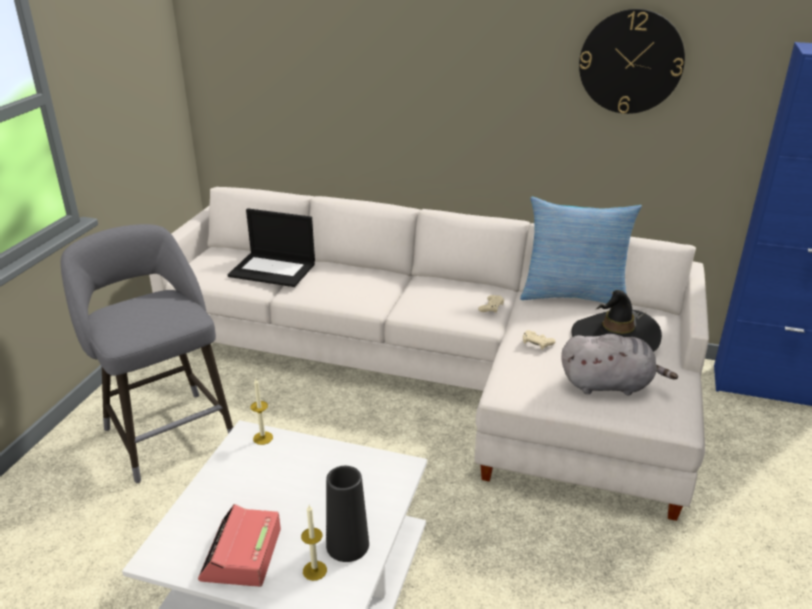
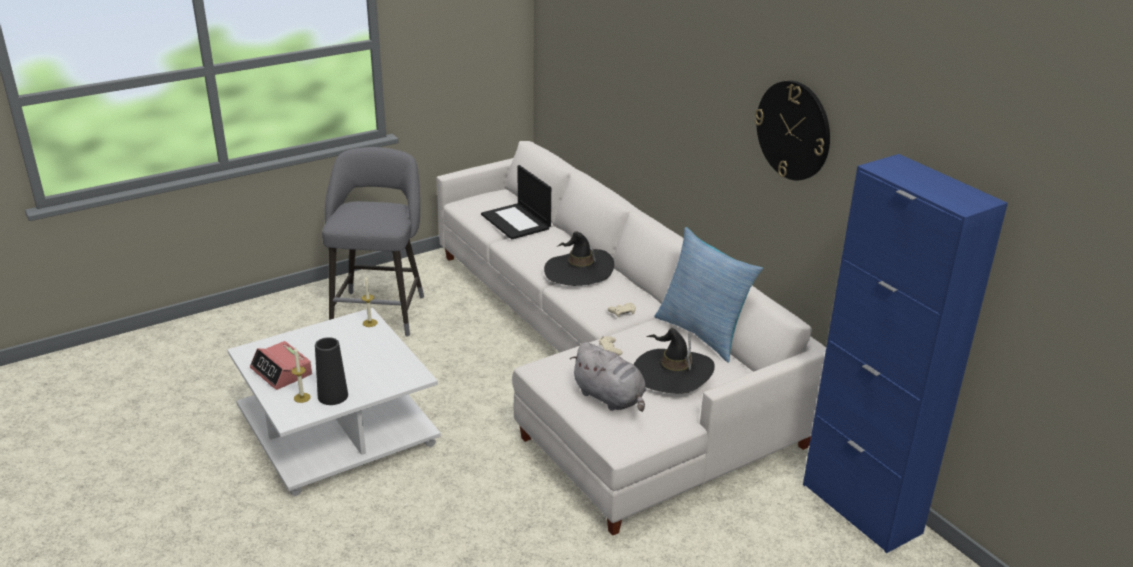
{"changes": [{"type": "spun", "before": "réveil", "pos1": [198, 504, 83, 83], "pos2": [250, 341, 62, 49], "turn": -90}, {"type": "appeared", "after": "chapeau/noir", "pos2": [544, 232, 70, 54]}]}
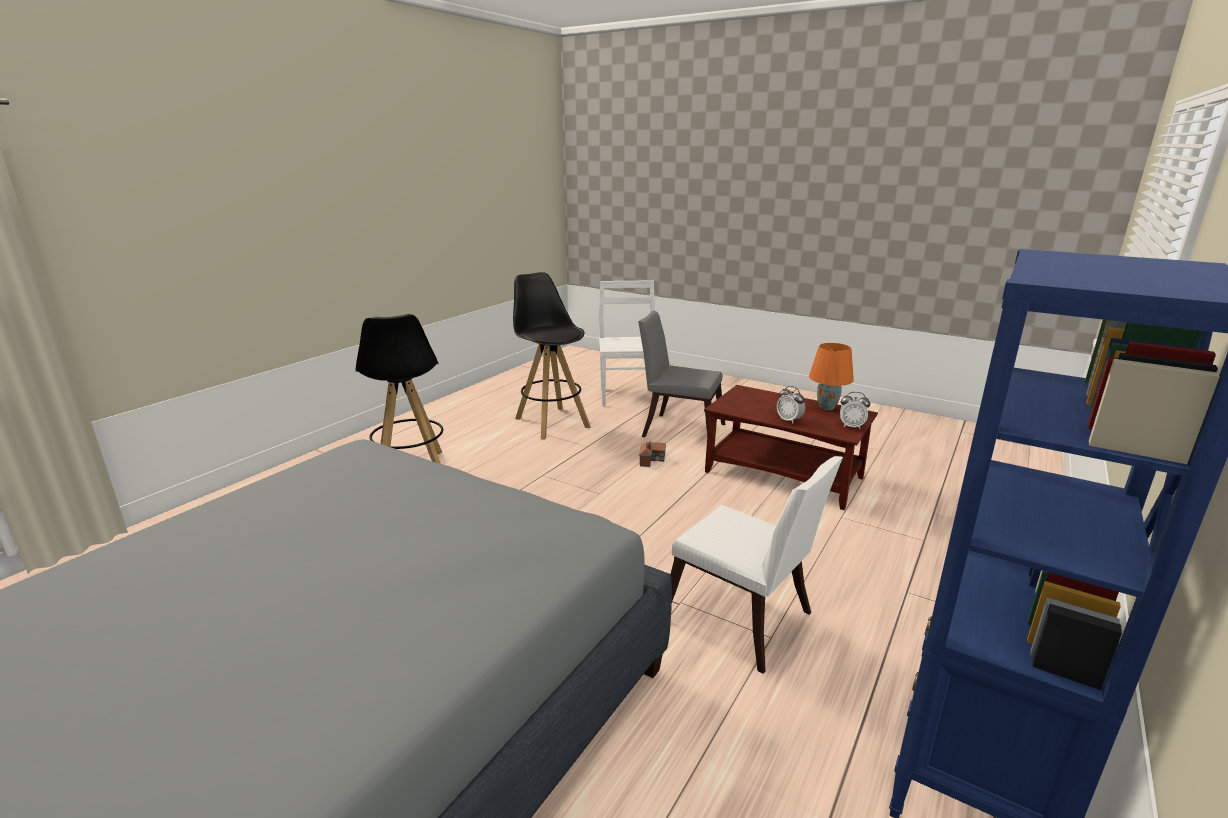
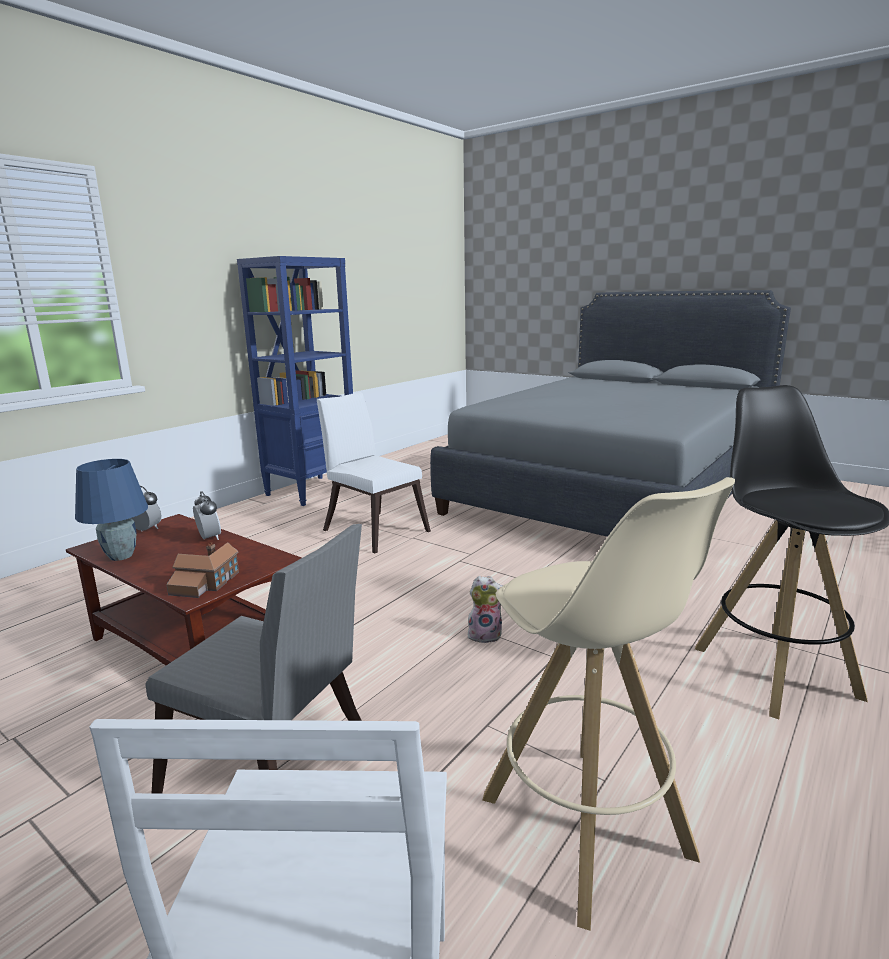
{"changes": [{"type": "colour", "before": "lampe de table/orange", "after": "lampe de table/bleu", "pos1": [809, 343, 45, 67], "pos2": [75, 459, 73, 102]}, {"type": "relocated", "before": "maison miniature", "pos1": [639, 441, 27, 26], "pos2": [166, 542, 73, 56]}, {"type": "appeared", "after": "peluche", "pos2": [468, 576, 35, 67]}, {"type": "colour", "before": "tabouret/noir", "after": "tabouret/beige", "pos1": [513, 272, 78, 168], "pos2": [482, 477, 253, 454]}]}
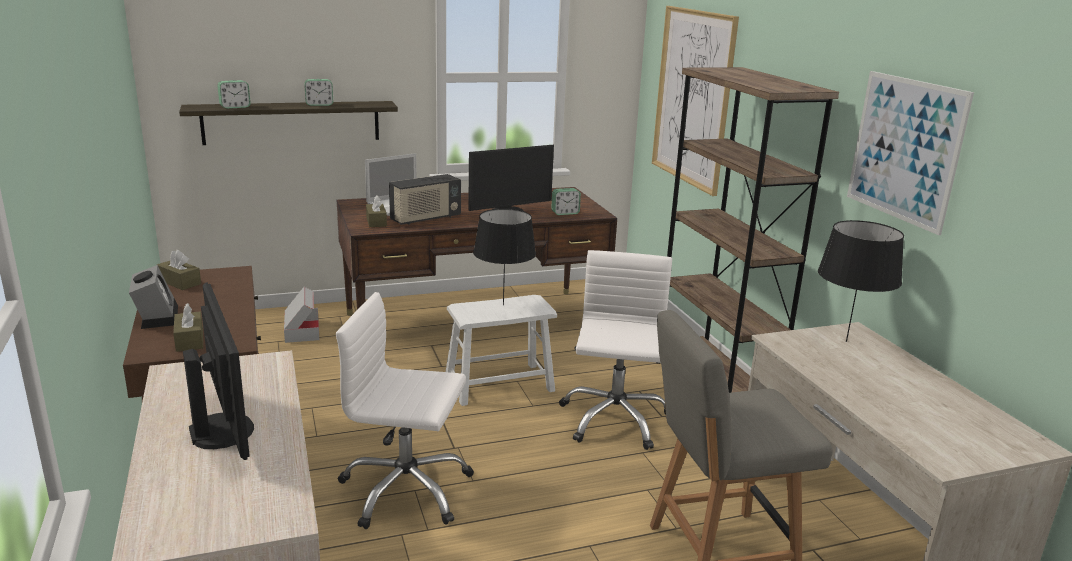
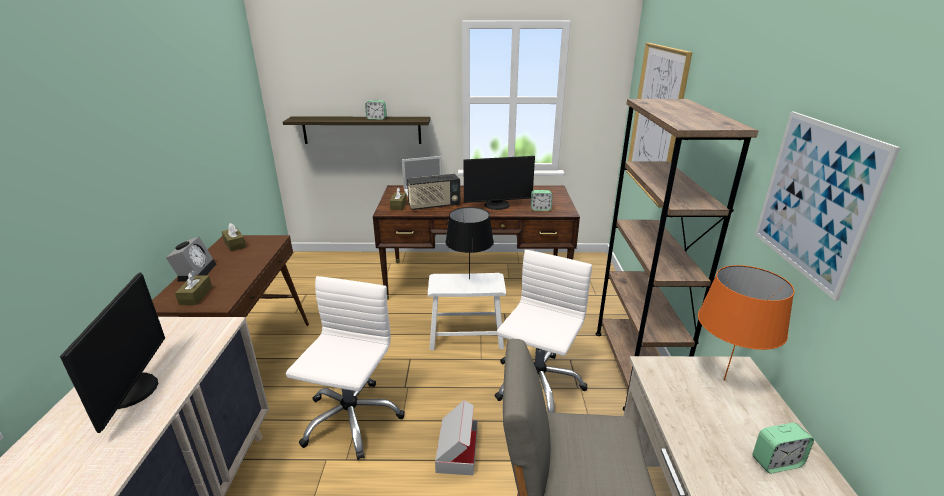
{"changes": [{"type": "spun", "before": "chaise de bureau/blanc", "pos1": [336, 292, 138, 237], "pos2": [286, 276, 119, 184], "turn": 75}, {"type": "relocated", "before": "carton", "pos1": [284, 287, 35, 56], "pos2": [435, 400, 42, 76]}, {"type": "colour", "before": "lampe de table/noir", "after": "lampe de table/orange", "pos1": [818, 220, 86, 122], "pos2": [698, 265, 96, 116]}, {"type": "relocated", "before": "réveil", "pos1": [217, 80, 34, 29], "pos2": [752, 423, 62, 50]}]}
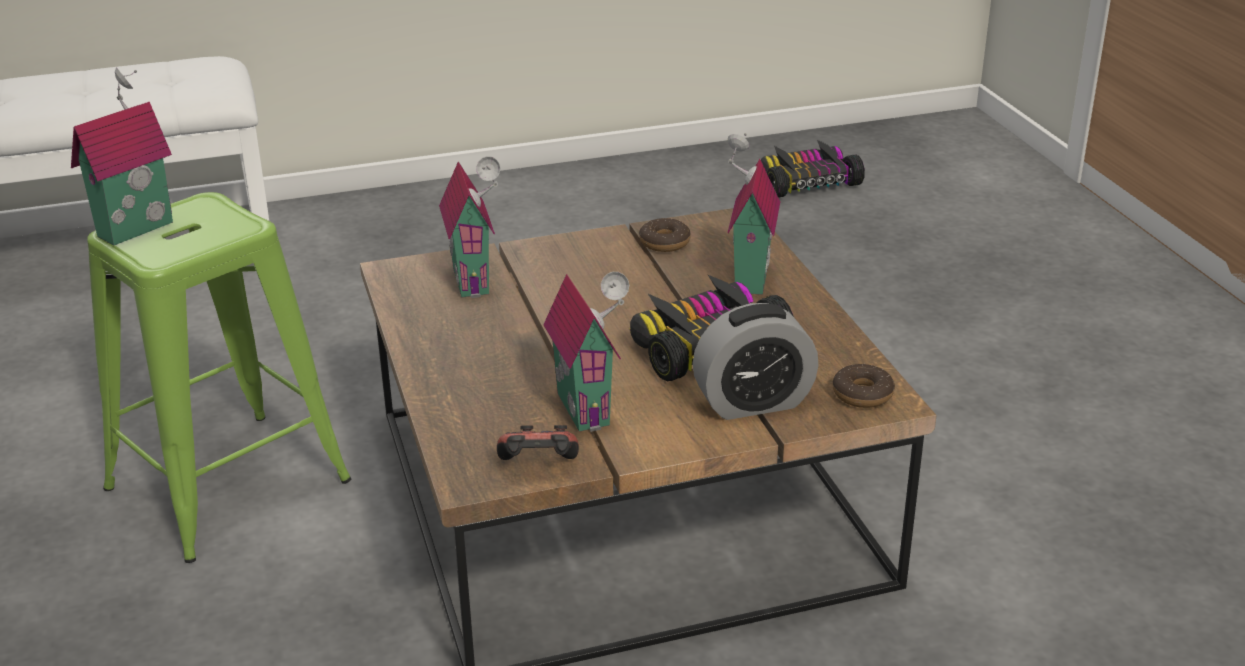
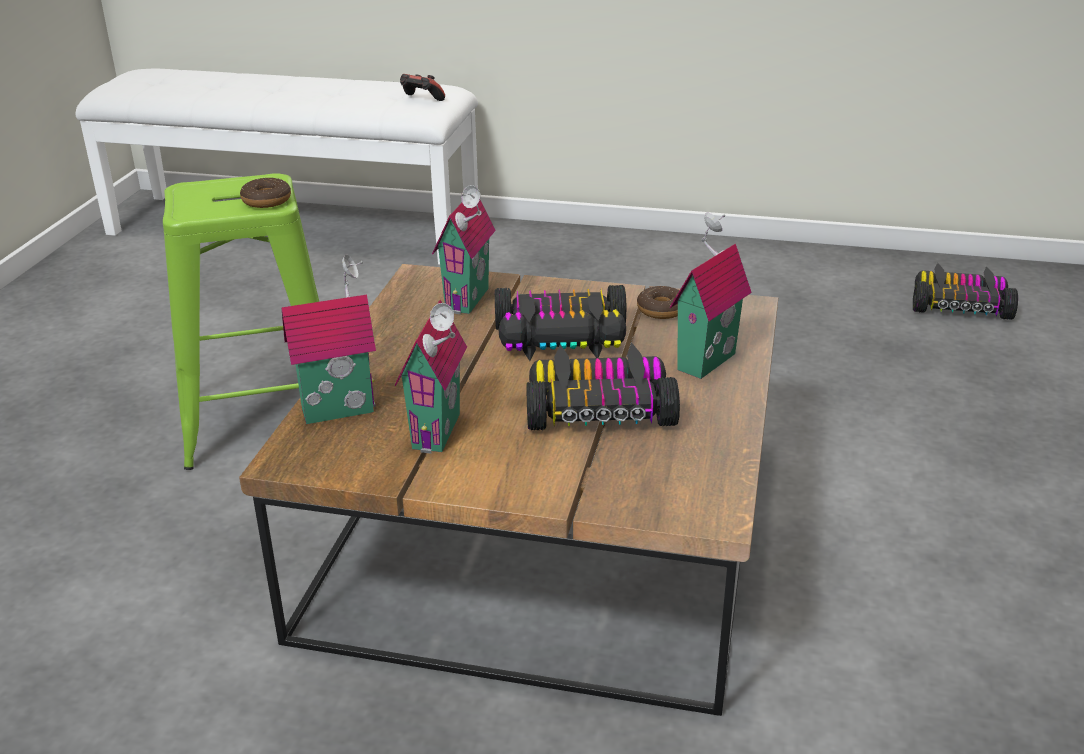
{"changes": [{"type": "relocated", "before": "beignet", "pos1": [833, 364, 62, 44], "pos2": [240, 177, 51, 31]}, {"type": "relocated", "before": "maison miniature", "pos1": [71, 68, 102, 178], "pos2": [281, 255, 95, 169]}, {"type": "relocated", "before": "manette", "pos1": [497, 425, 82, 35], "pos2": [400, 74, 45, 27]}, {"type": "appeared", "after": "petite voiture", "pos2": [495, 285, 132, 76]}, {"type": "missing", "before": "réveil", "pos1": [693, 303, 126, 117]}]}
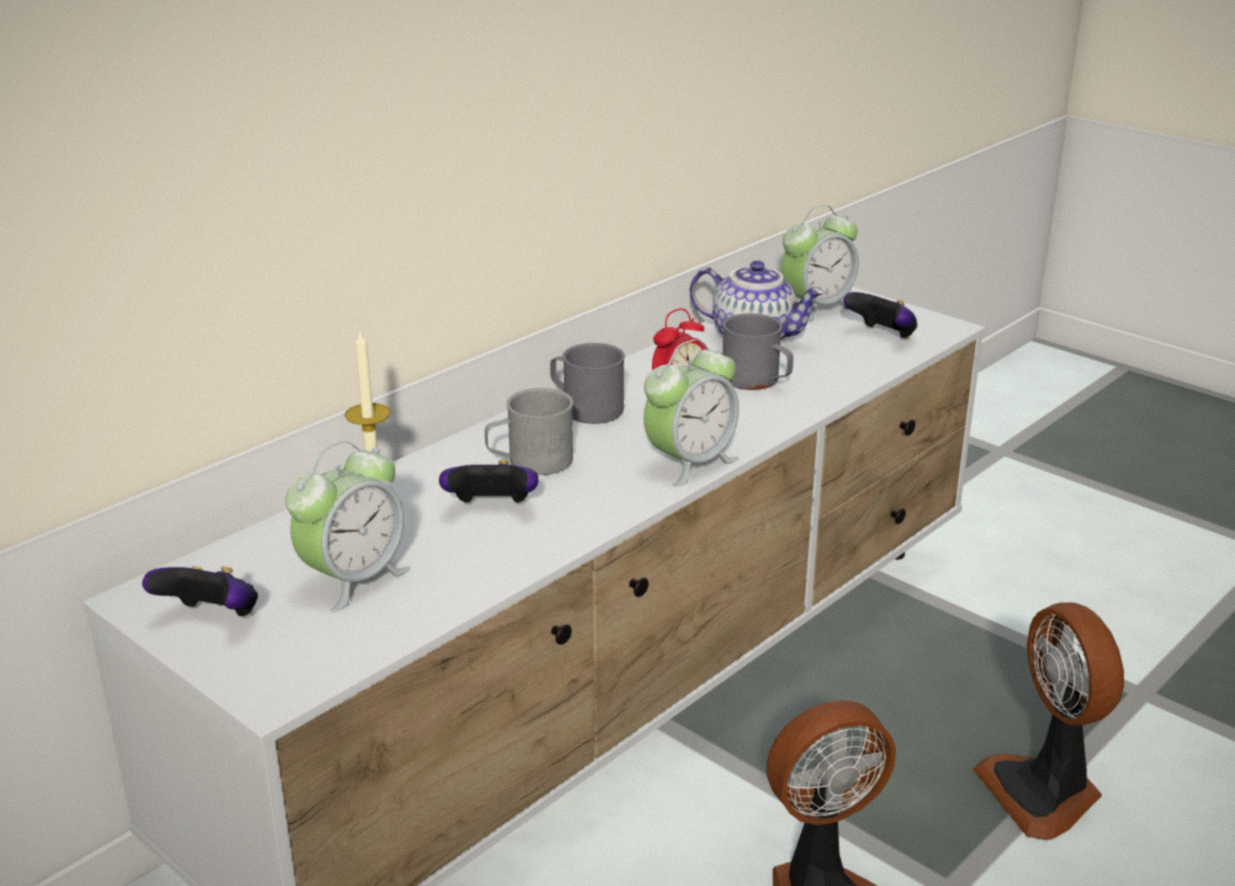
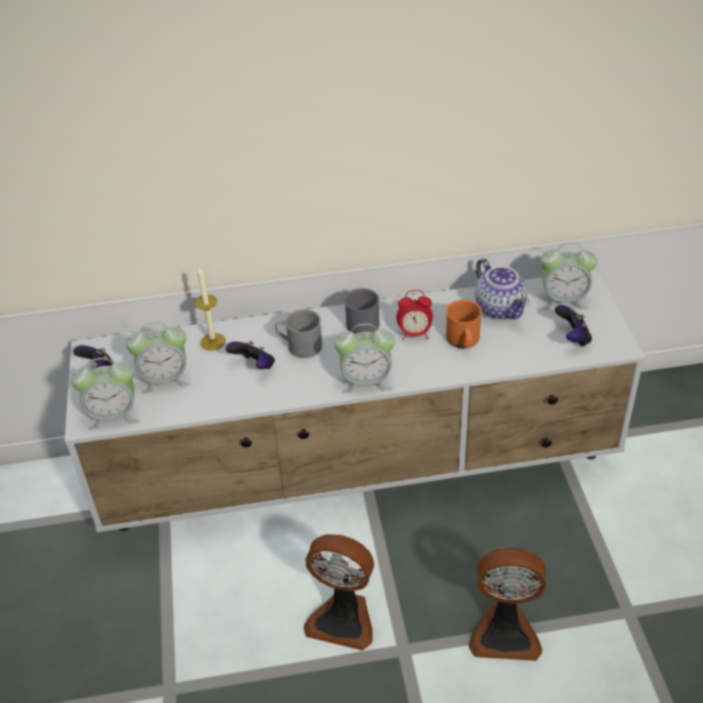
{"changes": [{"type": "appeared", "after": "réveil", "pos2": [71, 358, 68, 72]}, {"type": "colour", "before": "mug/gris", "after": "mug/orange", "pos1": [723, 313, 70, 77], "pos2": [446, 300, 36, 48]}, {"type": "spun", "before": "ventilateur", "pos1": [973, 602, 151, 238], "pos2": [469, 548, 77, 113], "turn": -105}]}
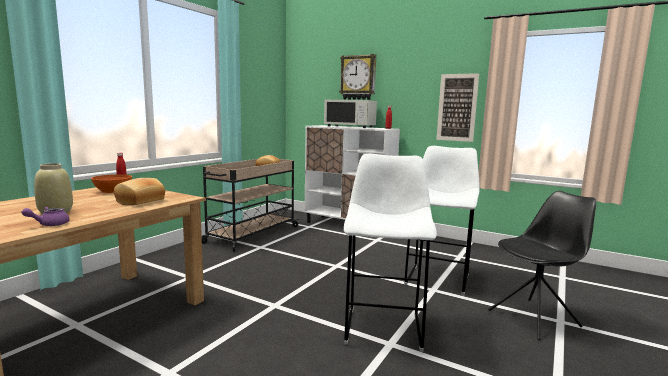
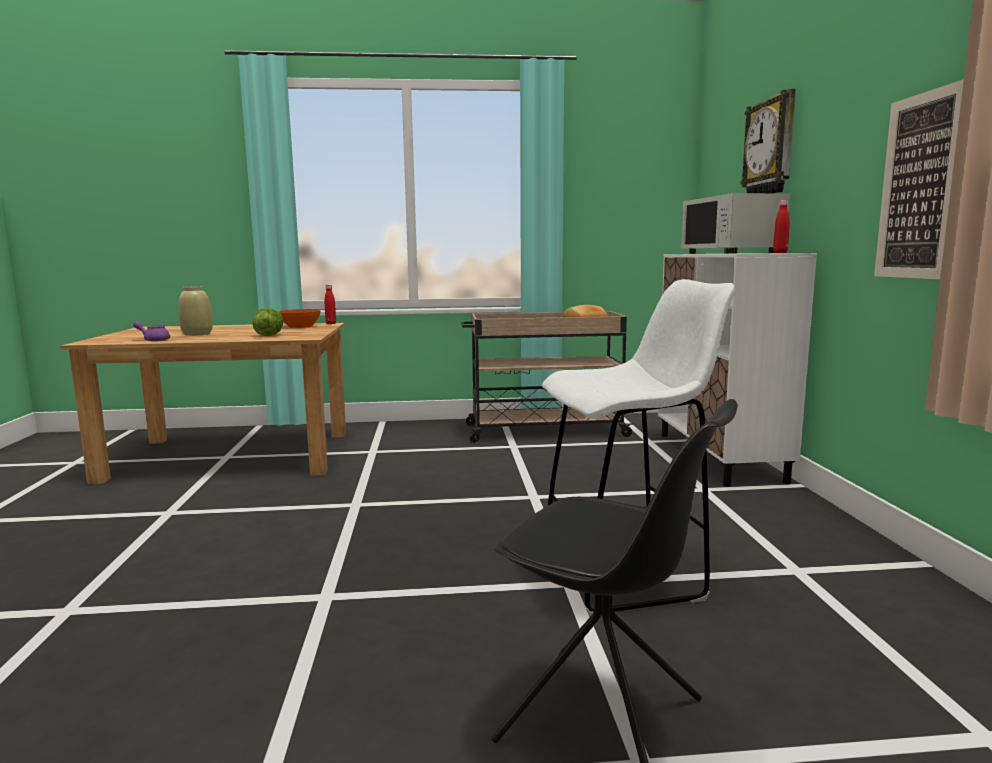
{"changes": [{"type": "exchanged", "before": "pain", "after": "laitue", "pos1": [114, 178, 51, 27], "pos2": [252, 308, 31, 28]}, {"type": "missing", "before": "tabouret/blanc", "pos1": [344, 154, 93, 198]}]}
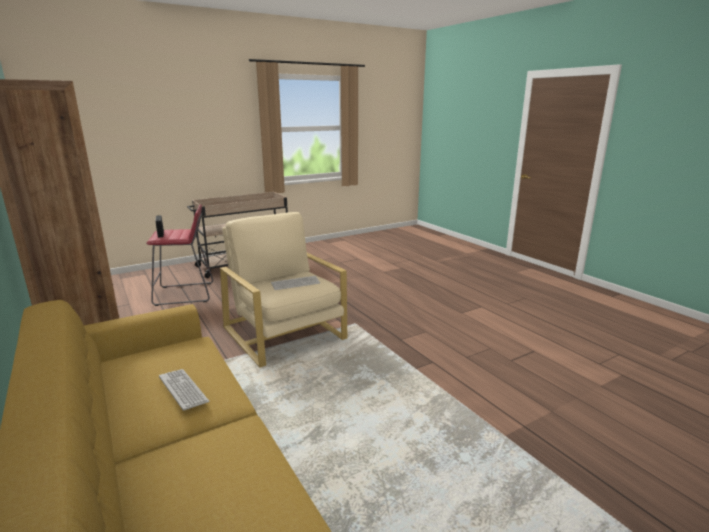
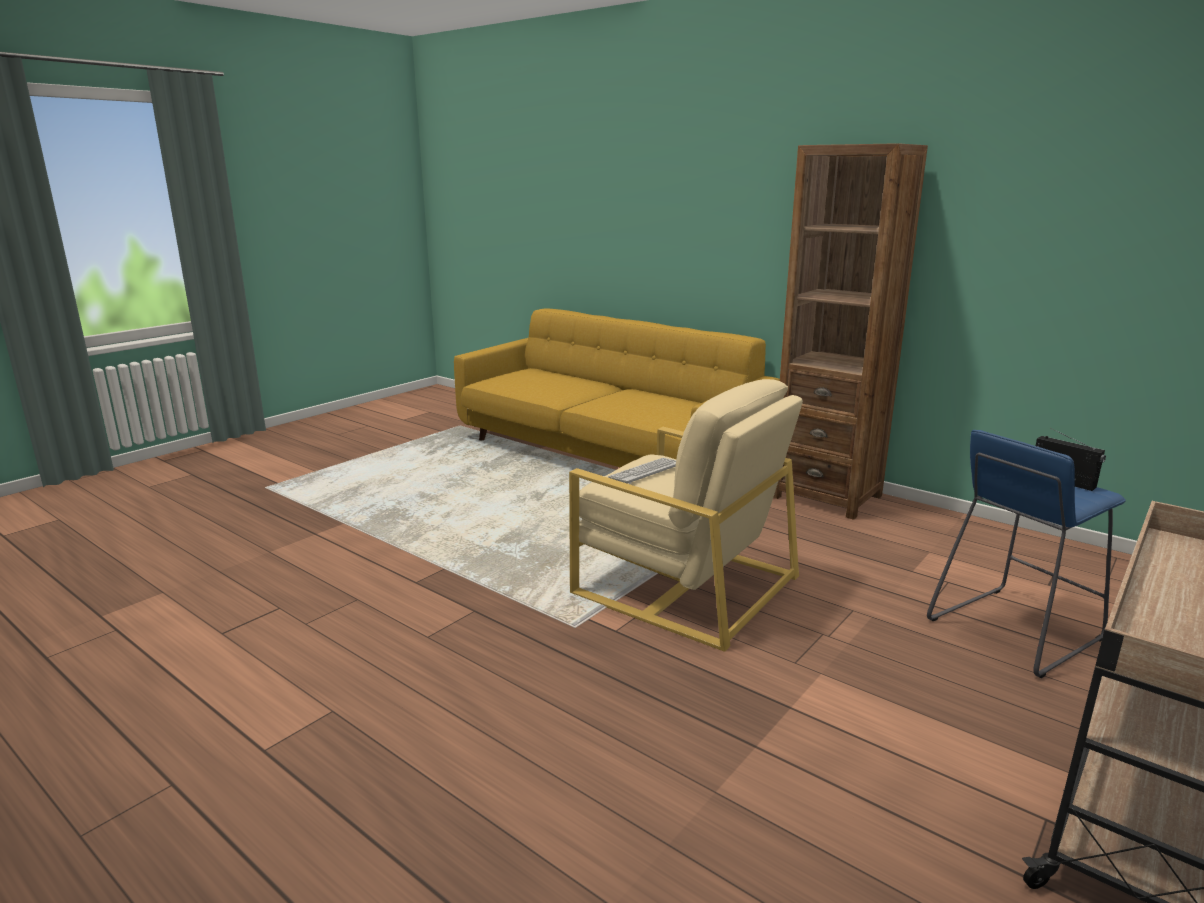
{"changes": [{"type": "colour", "before": "tabouret/rouge", "after": "tabouret/bleu", "pos1": [146, 205, 67, 101], "pos2": [927, 430, 199, 248]}, {"type": "missing", "before": "clavier", "pos1": [159, 369, 51, 42]}]}
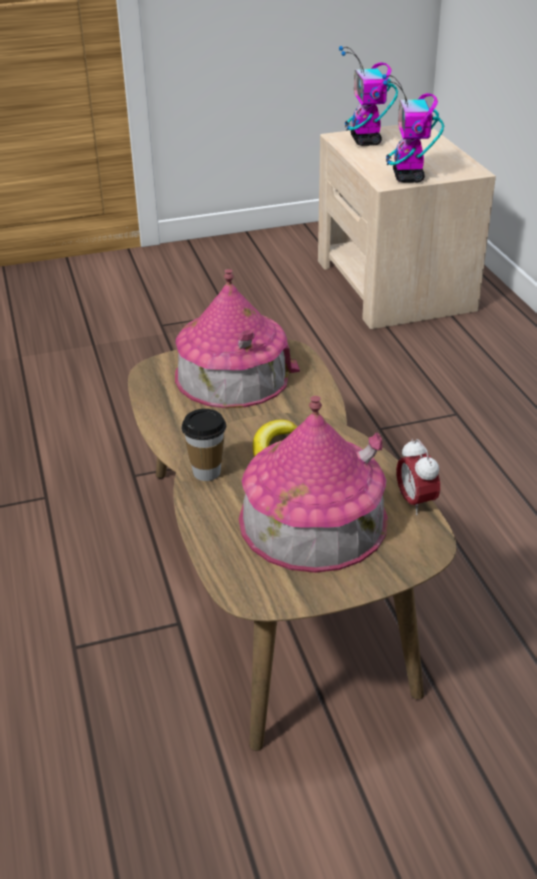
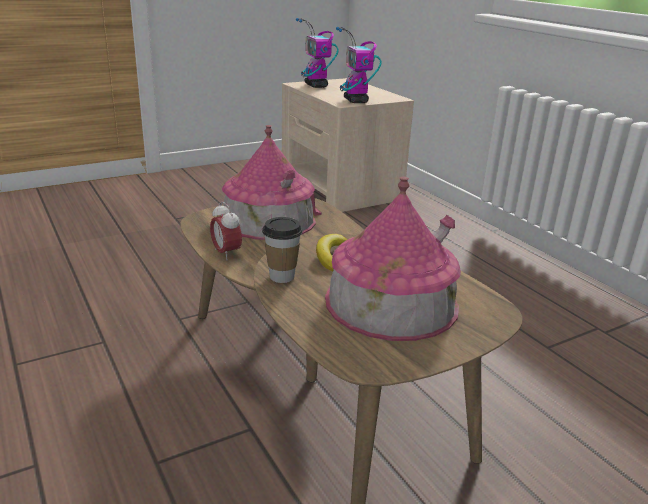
{"changes": [{"type": "relocated", "before": "réveil", "pos1": [396, 439, 44, 76], "pos2": [210, 202, 32, 58]}]}
